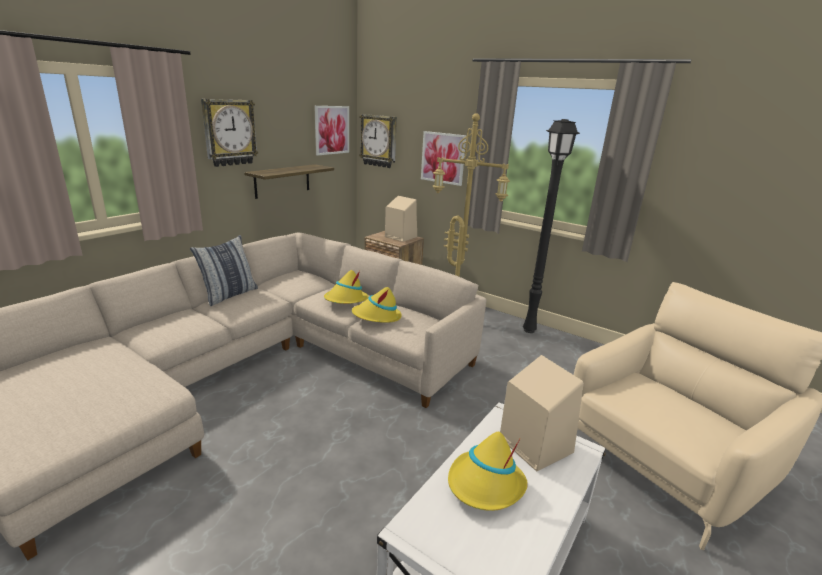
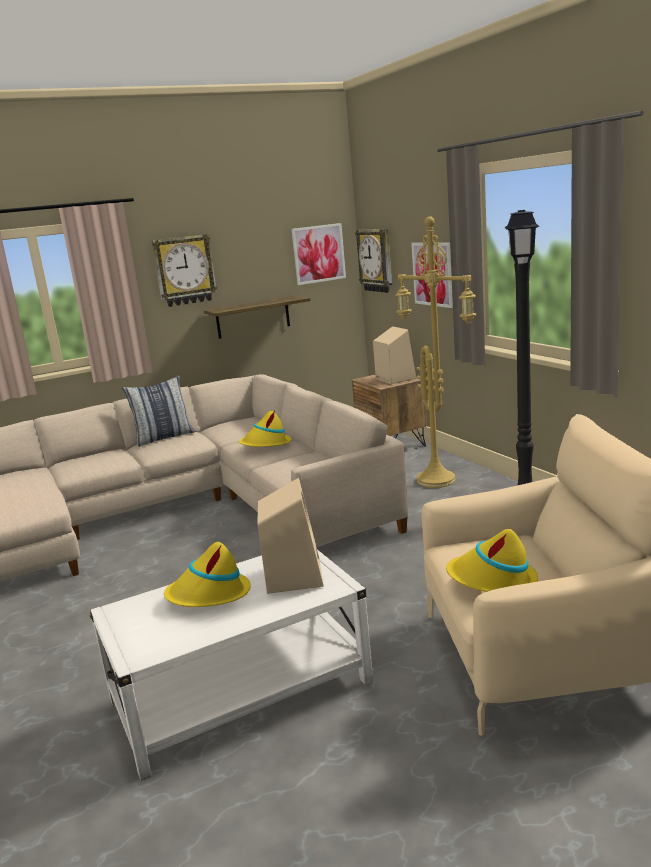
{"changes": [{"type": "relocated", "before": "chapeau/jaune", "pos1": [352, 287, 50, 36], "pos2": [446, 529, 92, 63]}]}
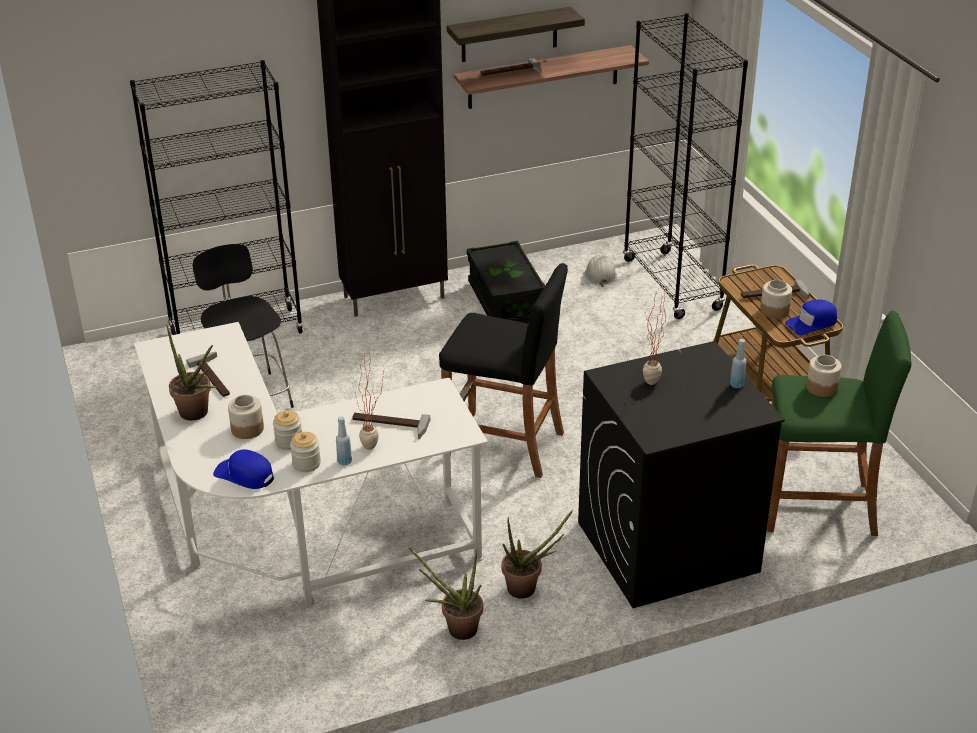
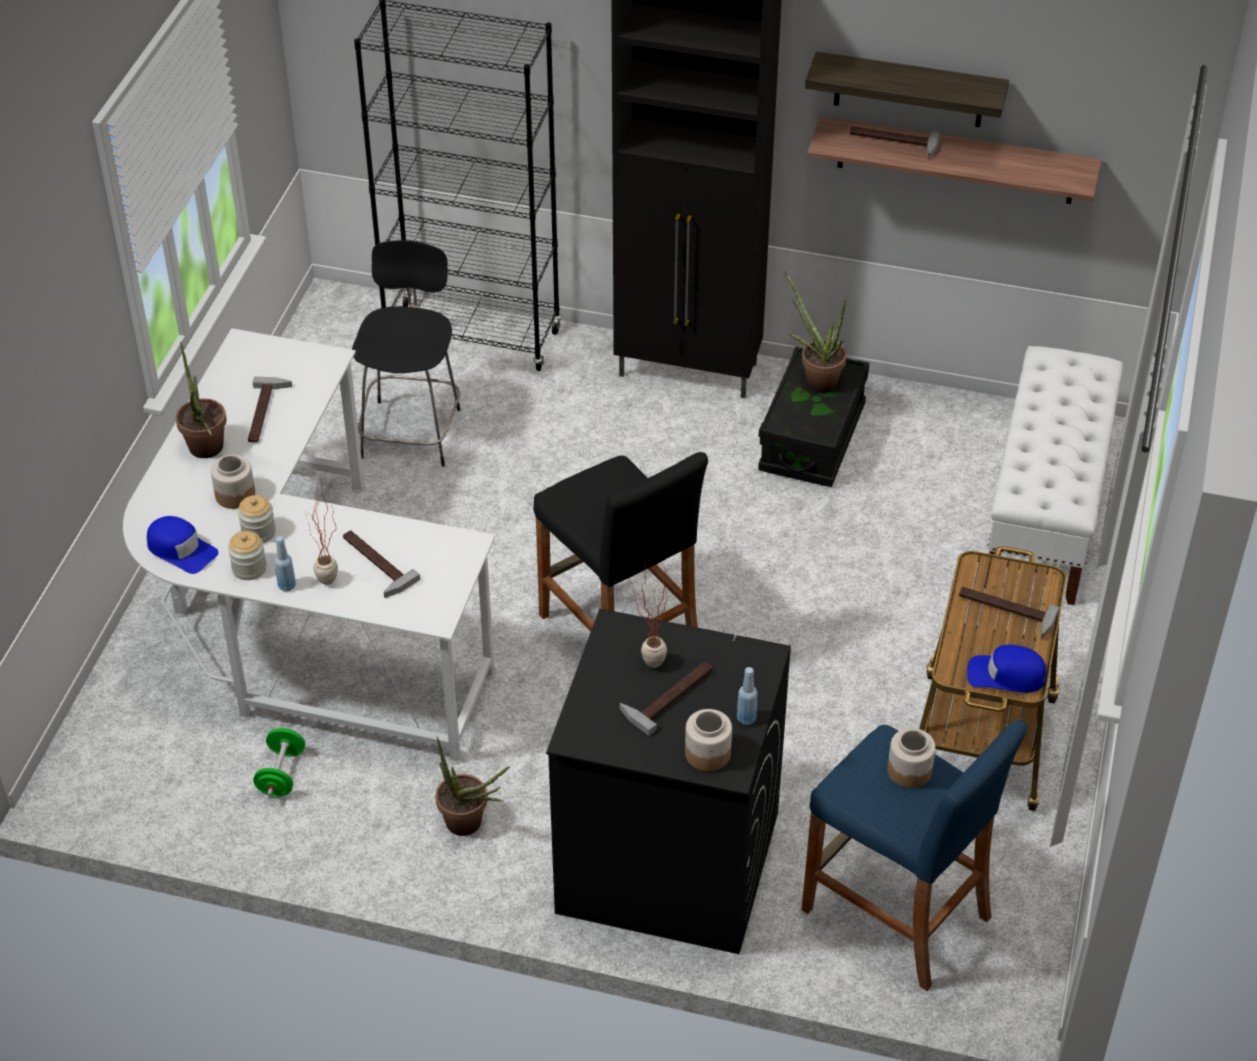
{"changes": [{"type": "spun", "before": "casquette/bleu", "pos1": [213, 449, 61, 40], "pos2": [147, 516, 72, 58], "turn": 150}, {"type": "appeared", "after": "haltère/vert", "pos2": [253, 728, 52, 69]}, {"type": "appeared", "after": "marteau", "pos2": [620, 662, 93, 74]}, {"type": "relocated", "before": "bocal", "pos1": [760, 280, 32, 39], "pos2": [685, 709, 47, 62]}, {"type": "relocated", "before": "plante en pot", "pos1": [409, 548, 74, 92], "pos2": [784, 271, 63, 122]}, {"type": "colour", "before": "tabouret/vert", "after": "tabouret/bleu", "pos1": [767, 310, 145, 226], "pos2": [801, 720, 226, 271]}, {"type": "exchanged", "before": "bibliothèque/noir", "after": "banc/blanc", "pos1": [623, 13, 125, 306], "pos2": [985, 346, 138, 259]}, {"type": "missing", "before": "casque de chantier/blanc", "pos1": [585, 254, 32, 33]}]}
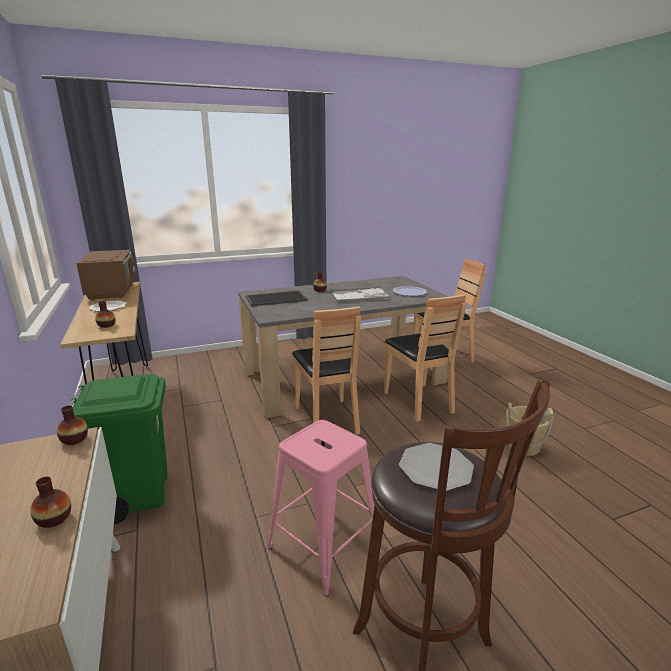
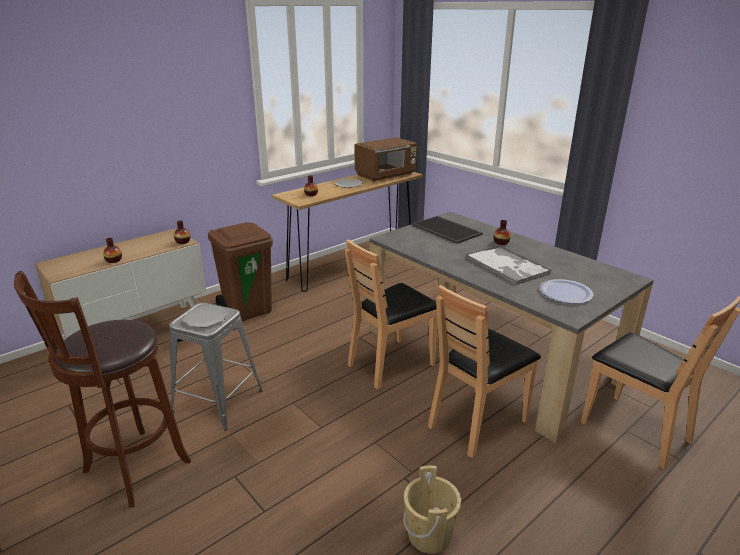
{"changes": [{"type": "colour", "before": "tabouret/rose", "after": "tabouret/gris", "pos1": [268, 420, 106, 176], "pos2": [169, 302, 94, 128]}, {"type": "relocated", "before": "assiette", "pos1": [399, 443, 75, 48], "pos2": [182, 306, 46, 22]}, {"type": "colour", "before": "poubelle/vert", "after": "poubelle/marron", "pos1": [70, 374, 98, 150], "pos2": [208, 222, 65, 99]}]}
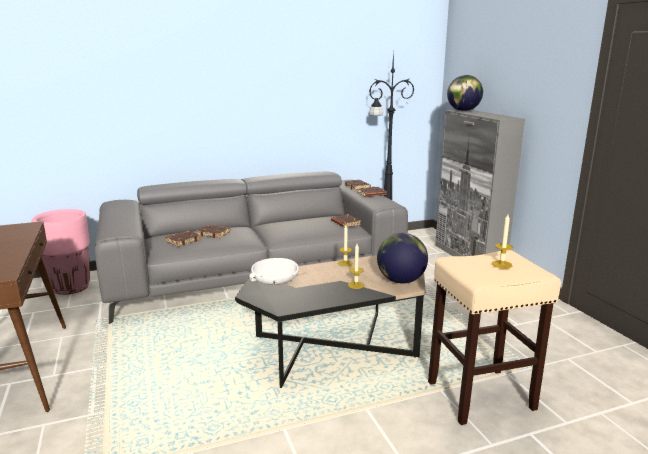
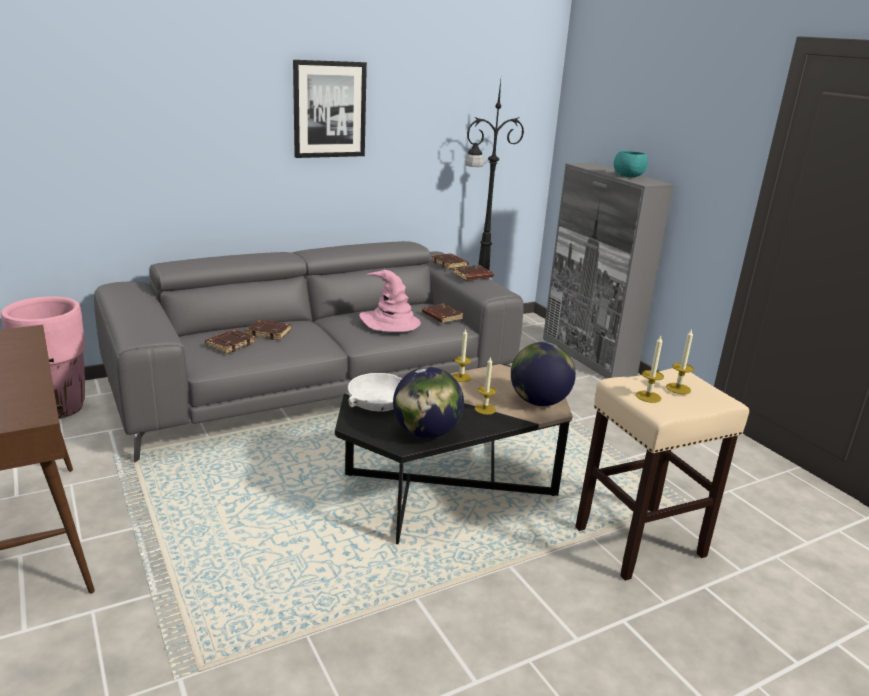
{"changes": [{"type": "appeared", "after": "tableau", "pos2": [293, 60, 74, 98]}, {"type": "appeared", "after": "chapeau/rose", "pos2": [359, 270, 62, 62]}, {"type": "relocated", "before": "globe", "pos1": [447, 75, 36, 36], "pos2": [393, 367, 71, 71]}, {"type": "appeared", "after": "bol/turquoise", "pos2": [614, 151, 34, 26]}, {"type": "appeared", "after": "bougie", "pos2": [636, 336, 28, 67]}]}
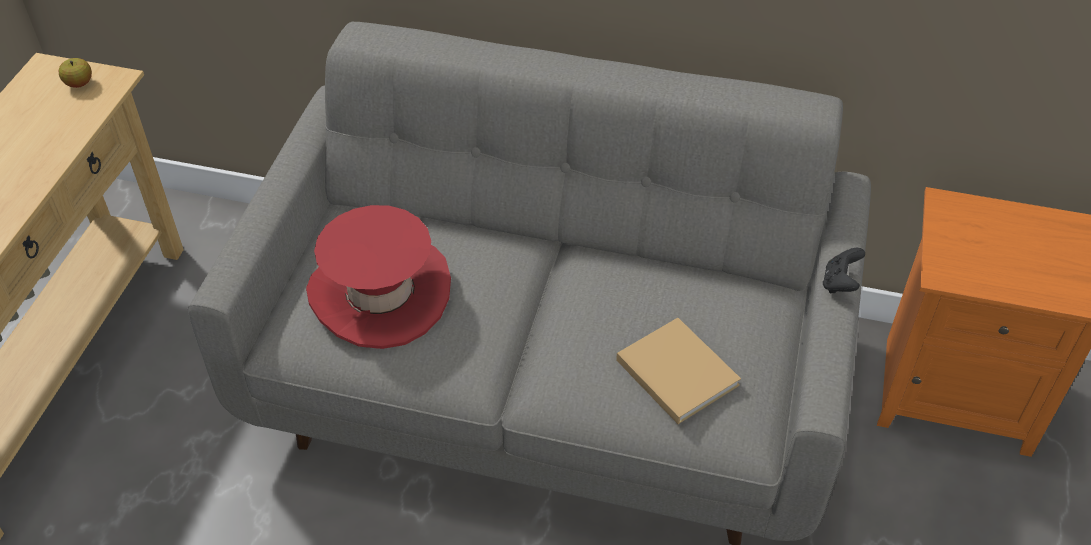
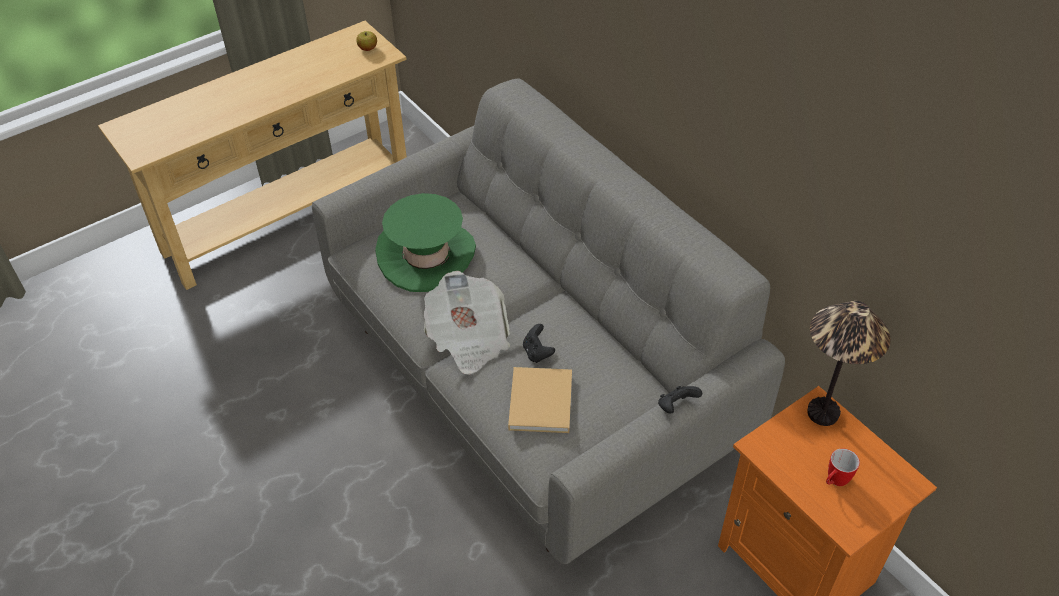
{"changes": [{"type": "colour", "before": "chapeau/rouge", "after": "chapeau/vert", "pos1": [306, 205, 145, 144], "pos2": [375, 193, 101, 99]}, {"type": "appeared", "after": "journal", "pos2": [424, 271, 86, 104]}, {"type": "appeared", "after": "manette/noir", "pos2": [523, 324, 32, 39]}, {"type": "appeared", "after": "lampe de table", "pos2": [807, 301, 84, 125]}, {"type": "appeared", "after": "mug", "pos2": [826, 448, 34, 38]}]}
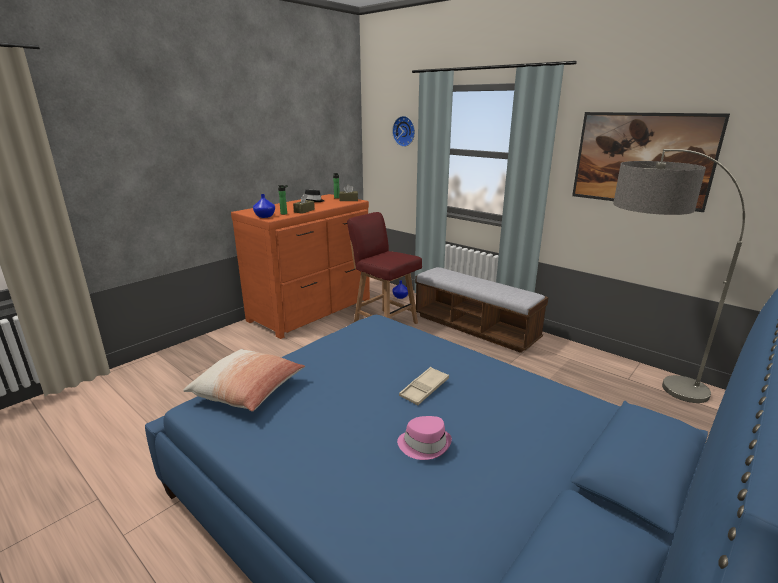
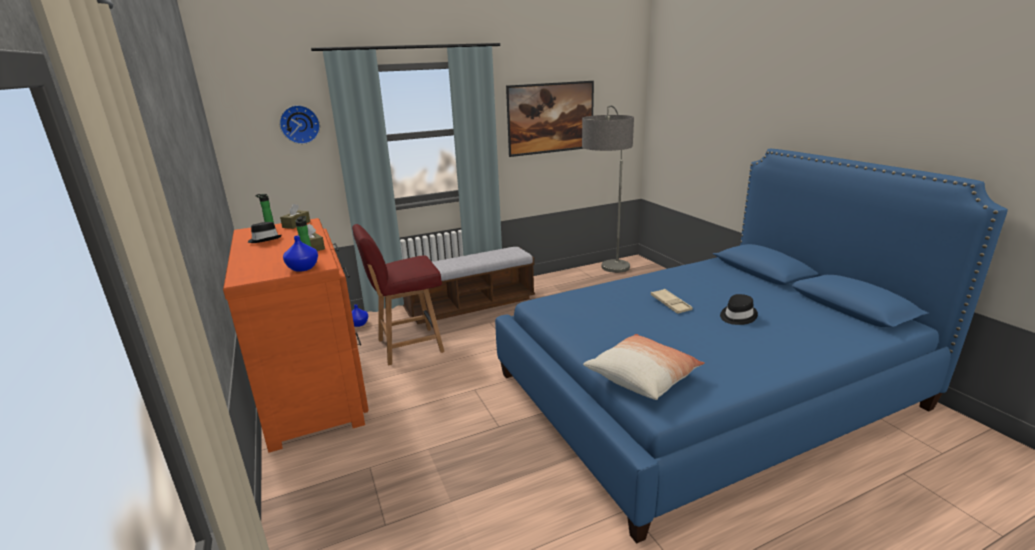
{"changes": [{"type": "colour", "before": "chapeau/rose", "after": "chapeau/noir", "pos1": [397, 416, 55, 44], "pos2": [720, 294, 38, 31]}]}
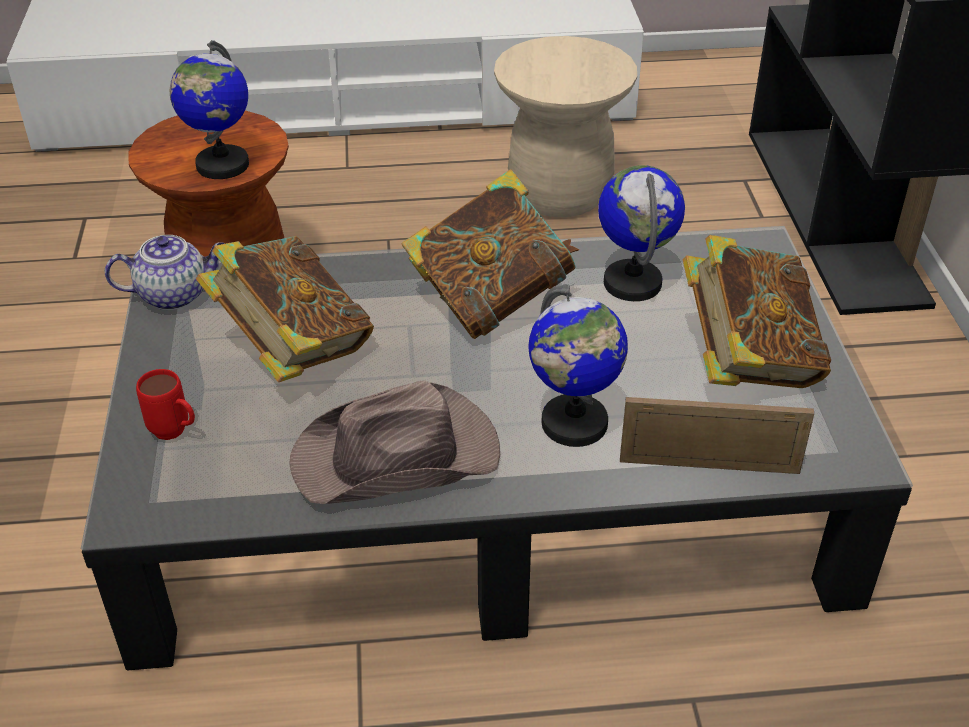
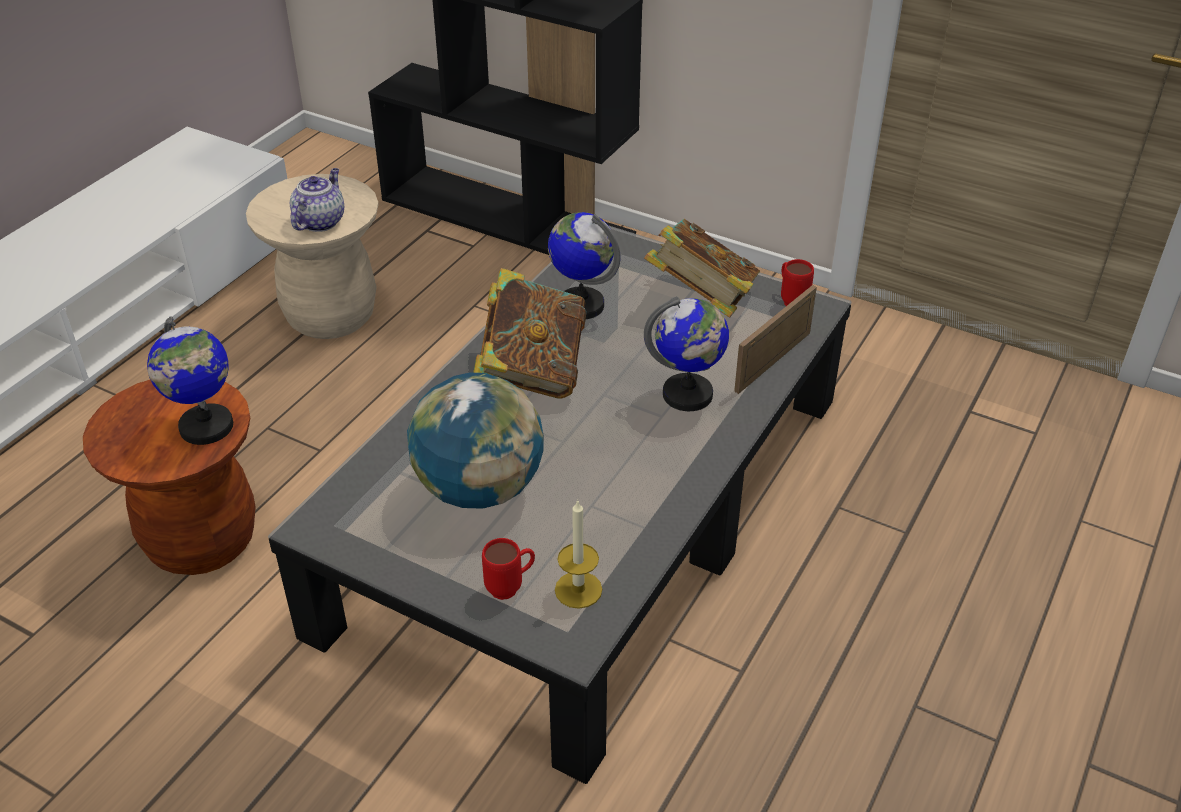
{"changes": [{"type": "relocated", "before": "théière", "pos1": [105, 235, 120, 75], "pos2": [290, 168, 54, 64]}, {"type": "exchanged", "before": "livre", "after": "globe", "pos1": [196, 236, 178, 146], "pos2": [407, 373, 136, 136]}, {"type": "appeared", "after": "bougie", "pos2": [555, 499, 47, 110]}, {"type": "appeared", "after": "mug/rouge", "pos2": [781, 259, 33, 47]}, {"type": "missing", "before": "chapeau/marron", "pos1": [289, 380, 211, 124]}]}
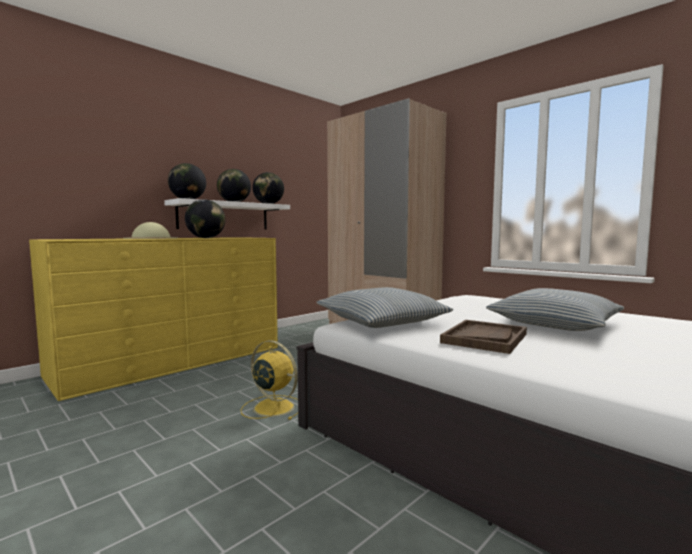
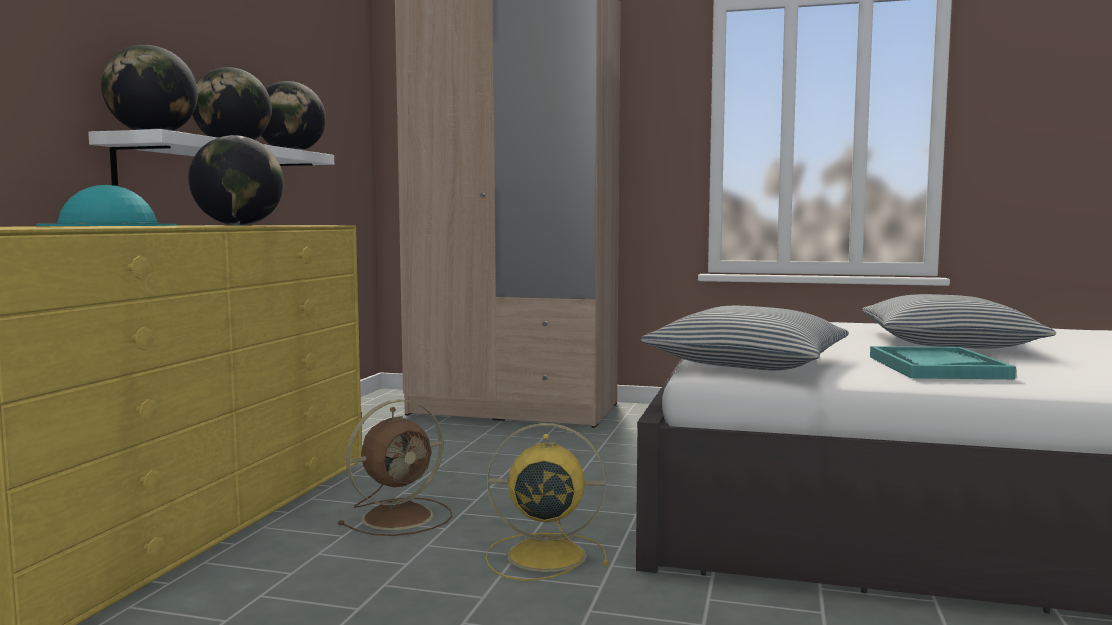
{"changes": [{"type": "colour", "before": "chapeau/beige", "after": "chapeau/turquoise", "pos1": [123, 222, 55, 17], "pos2": [36, 185, 141, 41]}, {"type": "appeared", "after": "ventilateur/marron", "pos2": [338, 399, 114, 137]}, {"type": "colour", "before": "plateau/marron", "after": "plateau/turquoise", "pos1": [440, 320, 87, 34], "pos2": [870, 346, 146, 33]}]}
